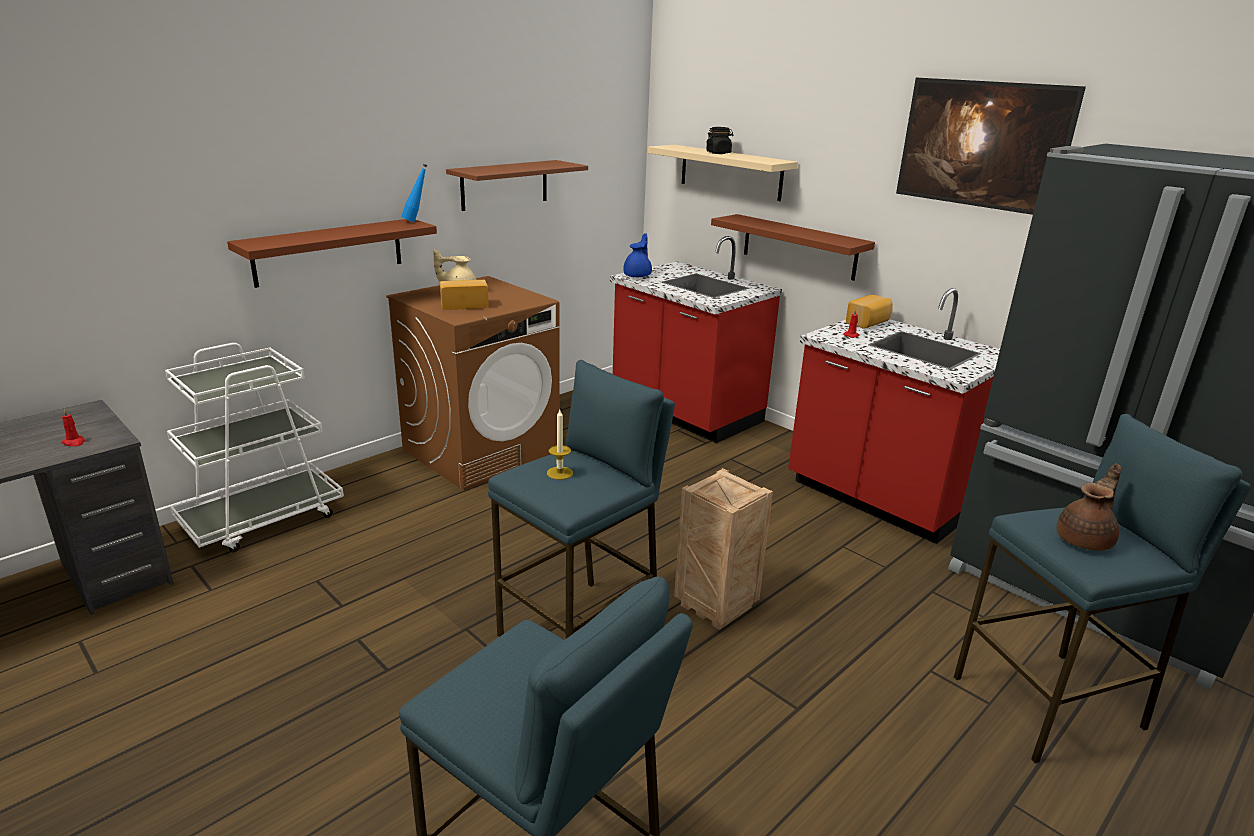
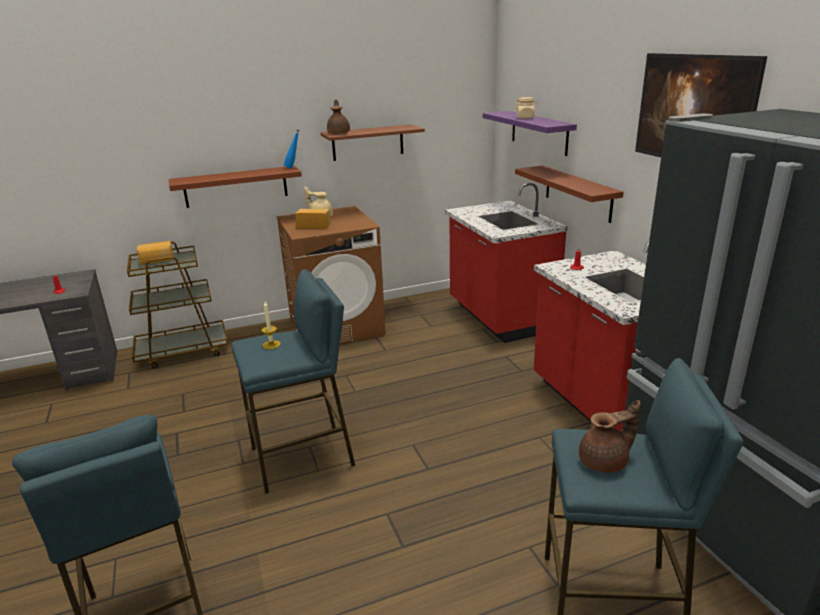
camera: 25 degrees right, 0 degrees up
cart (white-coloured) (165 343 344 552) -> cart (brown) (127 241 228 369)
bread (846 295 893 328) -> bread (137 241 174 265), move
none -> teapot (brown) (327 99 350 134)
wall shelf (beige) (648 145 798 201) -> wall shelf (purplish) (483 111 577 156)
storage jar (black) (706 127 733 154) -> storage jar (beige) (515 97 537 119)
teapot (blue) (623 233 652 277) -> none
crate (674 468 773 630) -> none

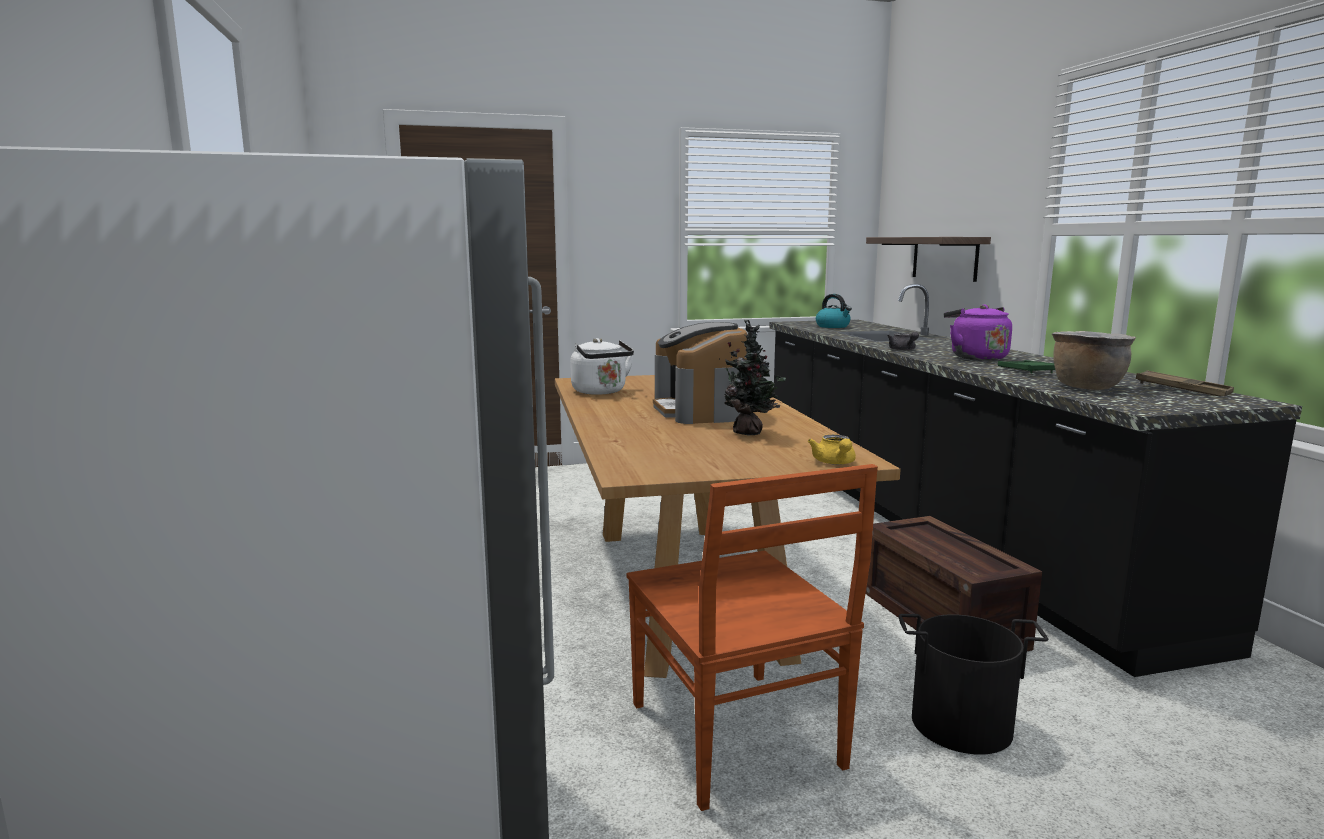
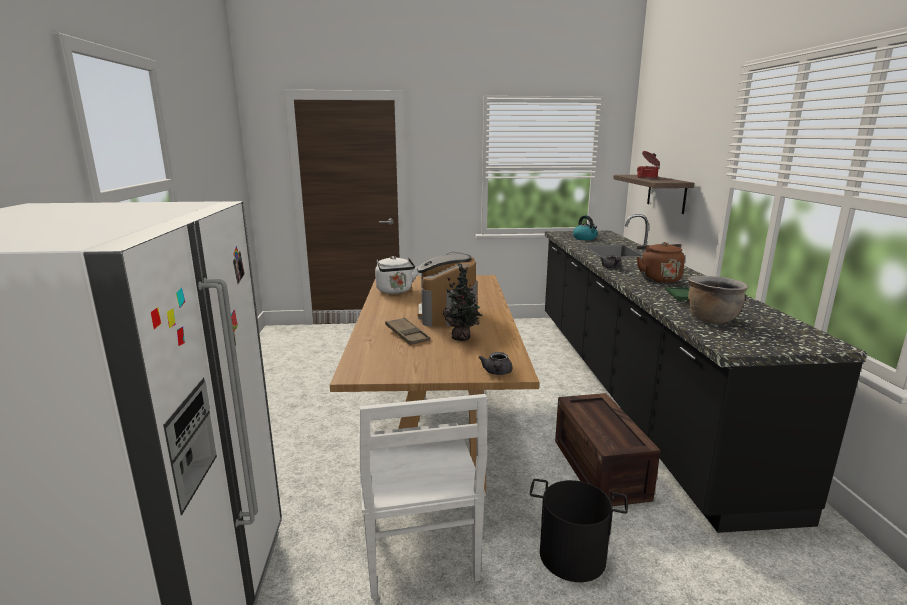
camera: 10 degrees right, 5 degrees up
chair (brown) (627 464 878 811) -> chair (white-coloured) (358 394 487 599)
tray (brown) (1136 370 1234 397) -> tray (brown) (385 317 430 345), move
teapot (yellowish) (808 434 856 465) -> teapot (greyish) (478 352 513 375)
none -> saucepot (637 151 660 179)
kettle (purplish) (944 304 1012 360) -> kettle (brown) (637 242 685 283)

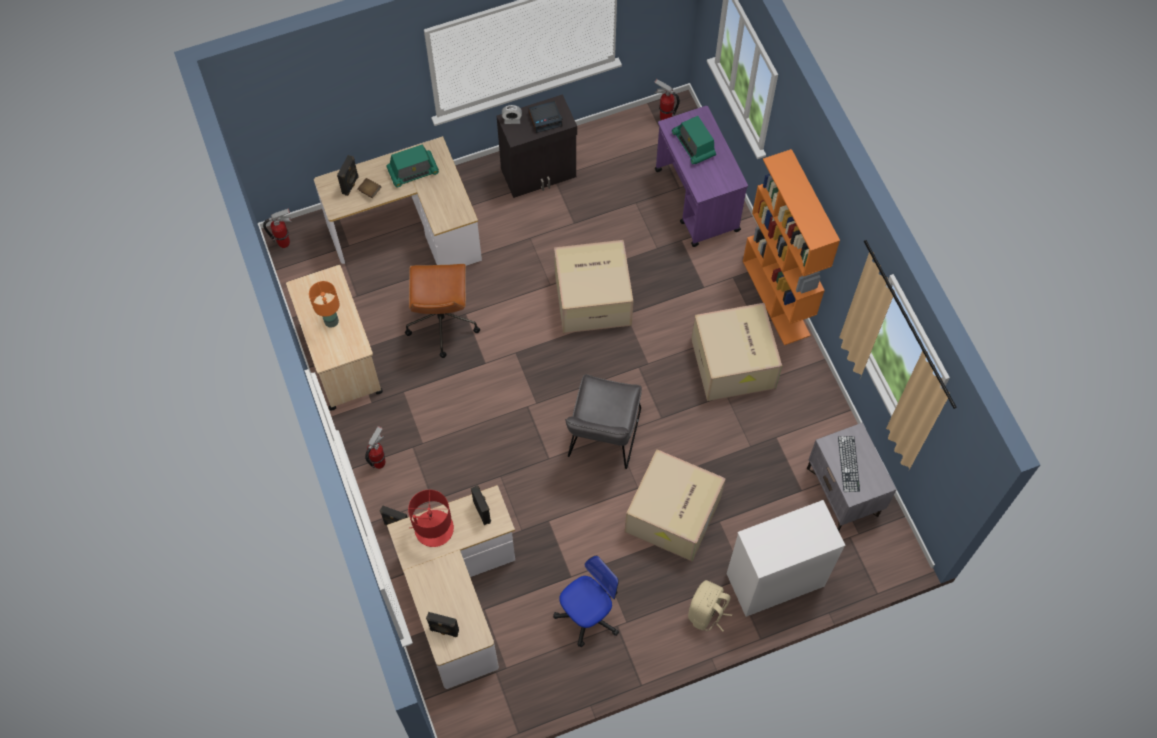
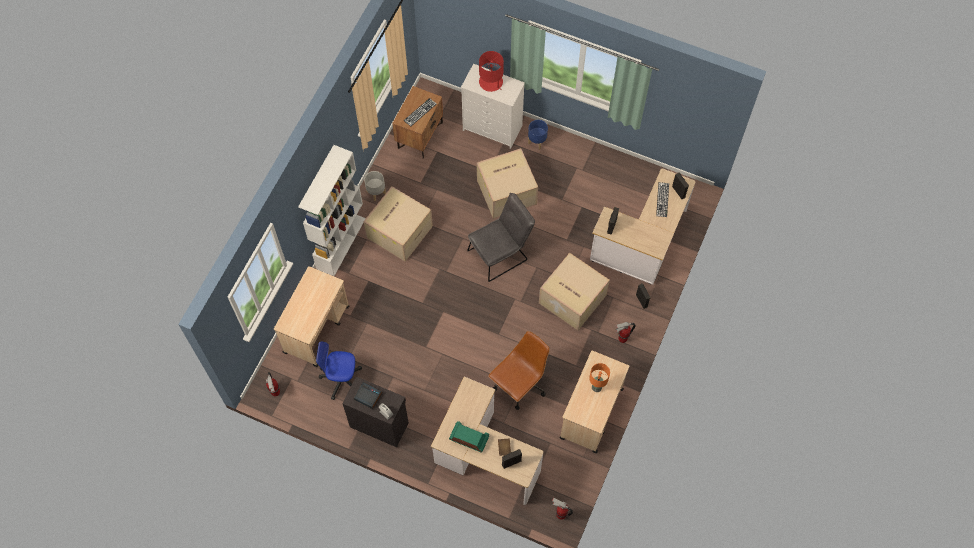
camera: 135 degrees left, 0 degrees up
cart (purplish) (655 106 748 247) -> cart (beige) (274 266 349 367)
bookcase (orange-coloured) (743 149 840 345) -> bookcase (white-coloured) (298 145 366 276)
office chair (553 556 619 647) -> office chair (316 341 362 400), move
none -> planter (greyish) (364 171 386 201)
nightstand (greyish) (807 423 897 531) -> nightstand (brown) (392 86 443 158)
lamp for a table (red) (408 490 454 547) -> lamp for a table (red) (479 51 504 92), move
rucksack (beige) (688 580 732 631) -> planter (blue) (528 120 548 150)
carton (554 240 633 333) -> carton (539 253 610 331), move
none -> computer keyboard (656 182 669 217)
radio receiver (672 116 716 164) -> none

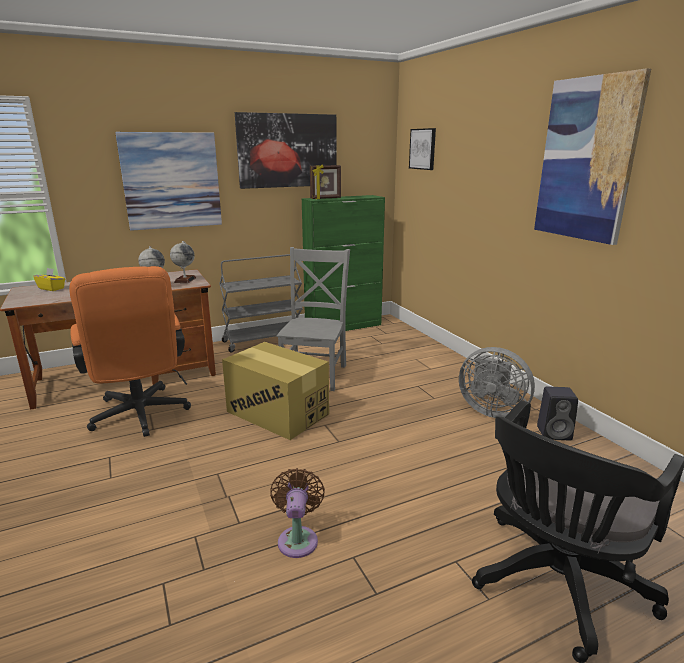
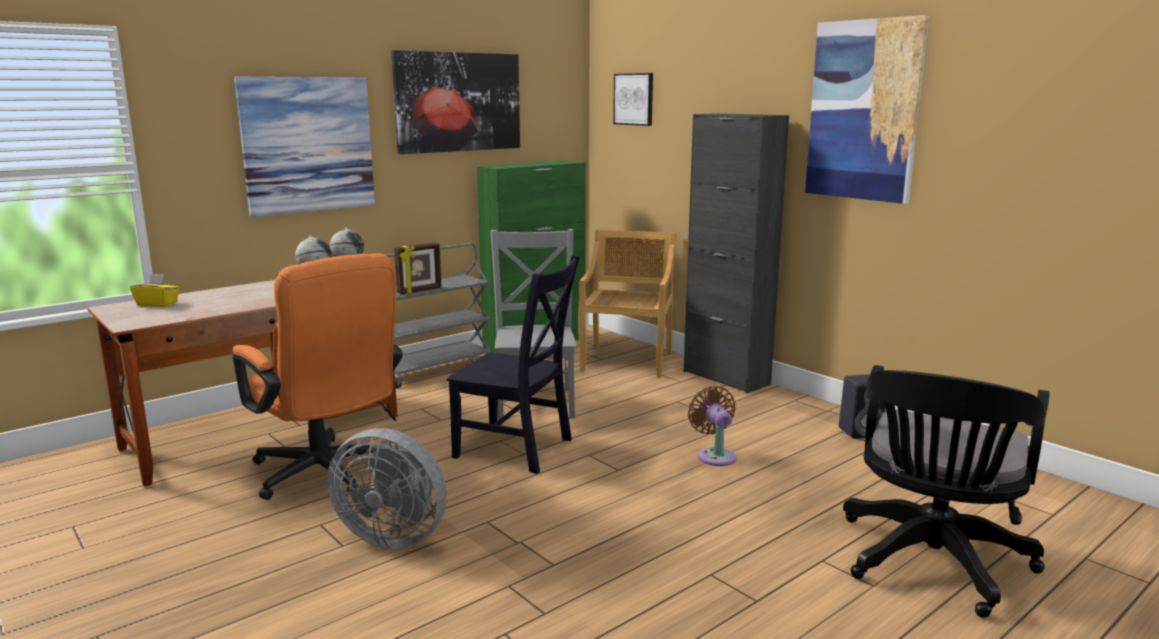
camera: 15 degrees left, 5 degrees down
fan (greyish) (459 347 535 418) -> fan (greyish) (327 428 446 549), move
standing frame (310 164 341 199) -> standing frame (394 242 442 294), move
carton (222 342 329 440) -> chair (black) (447 255 580 474)
none -> chair (beige) (578 229 676 378)
none -> storage cabinet (black) (684 113 789 393)
fan (brown) (270 468 325 558) -> fan (brown) (688 386 736 466), move

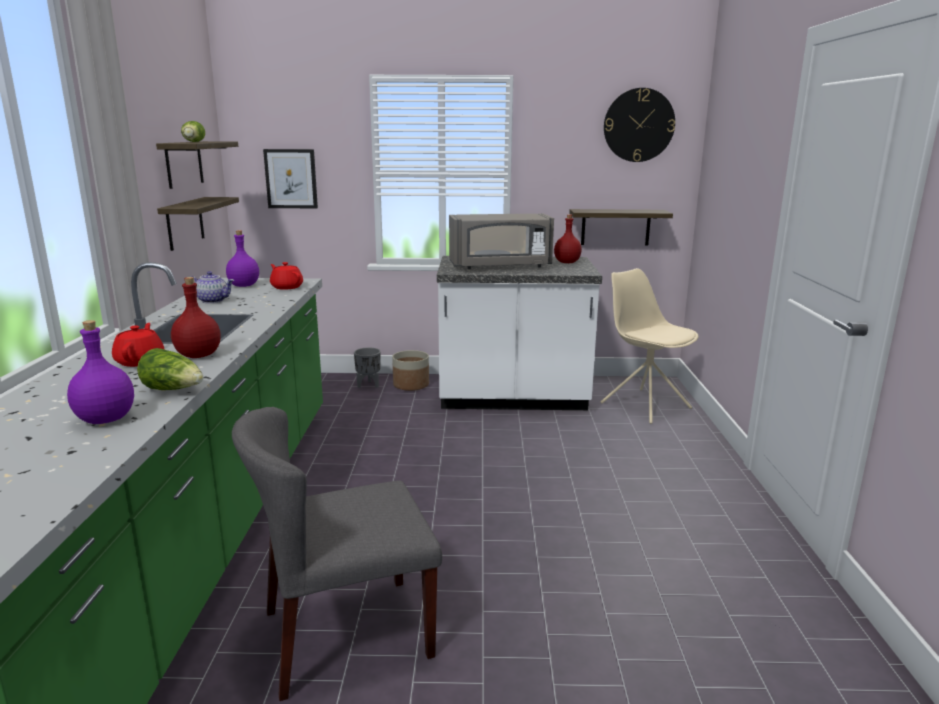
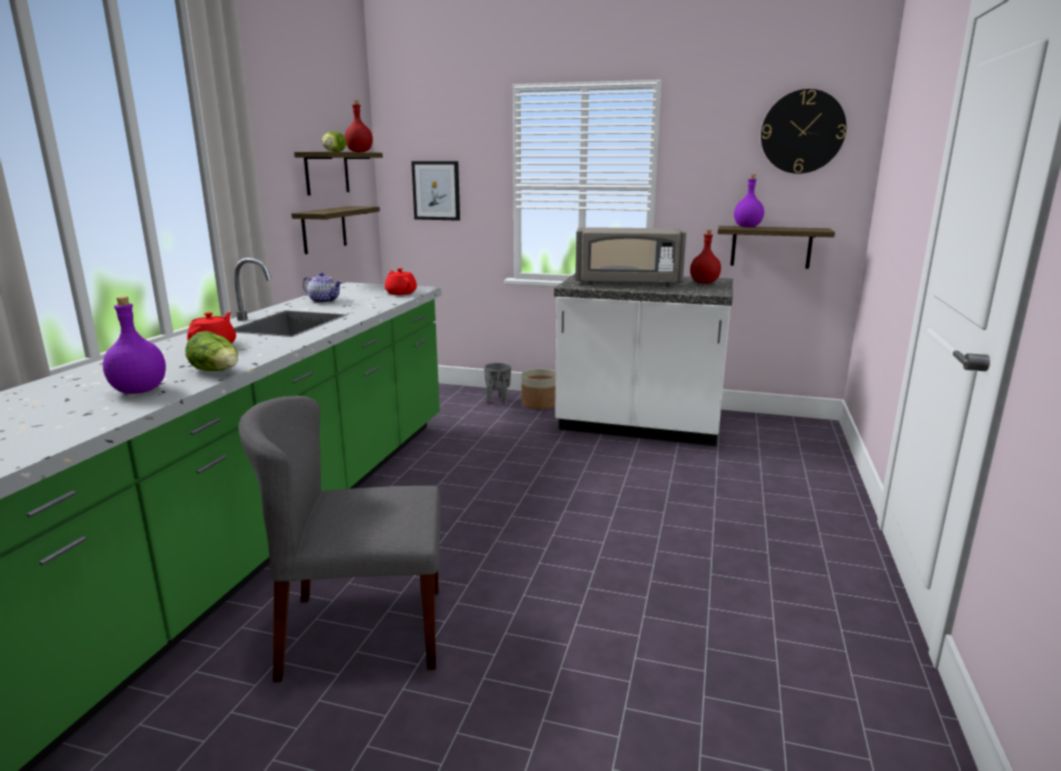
camera: 15 degrees right, 0 degrees up
bottle (red) (171 277 221 358) -> bottle (red) (345 100 373 152), move
bottle (purplish) (226 230 259 287) -> bottle (purplish) (734 175 764 227), move
chair (beige) (601 268 698 424) -> none

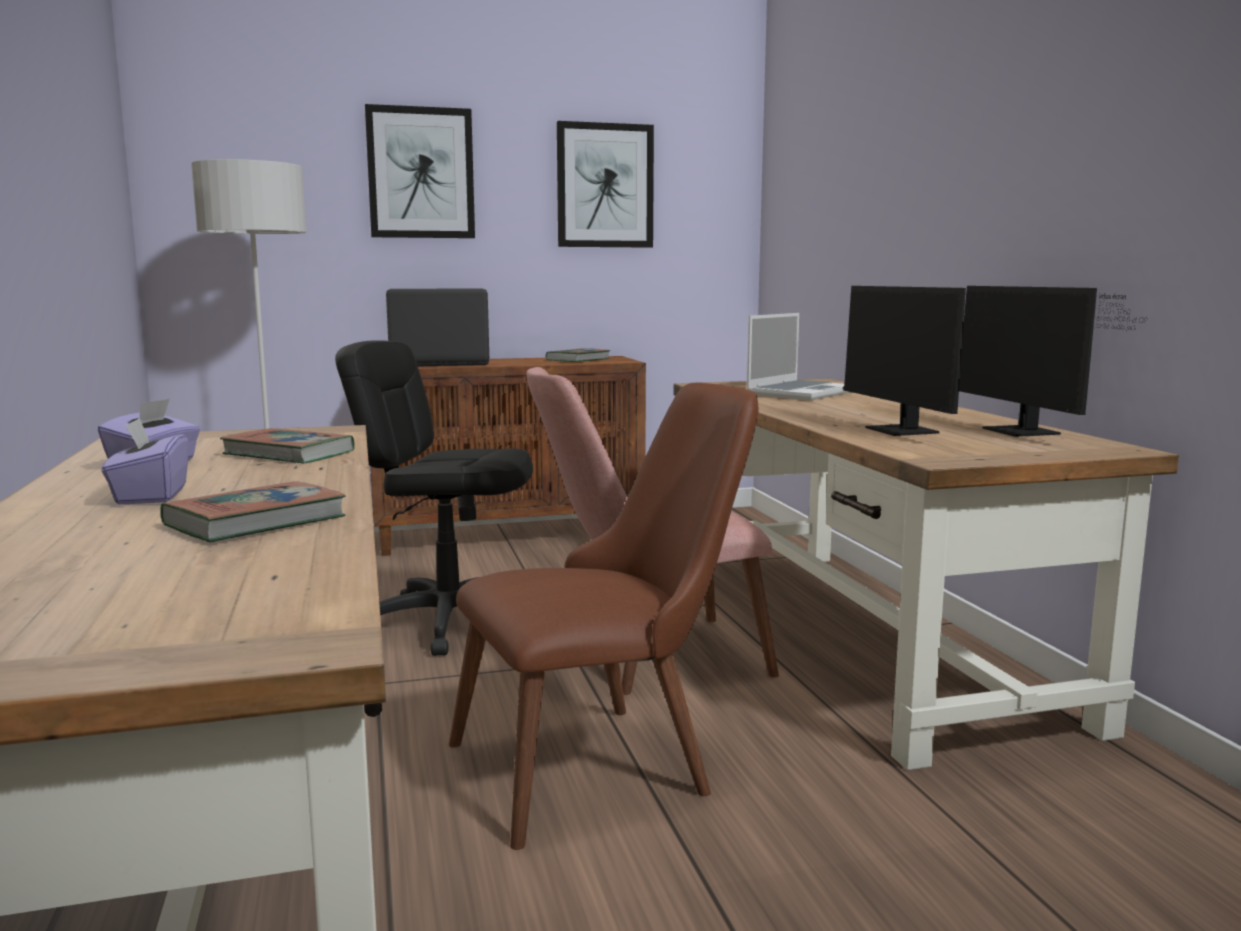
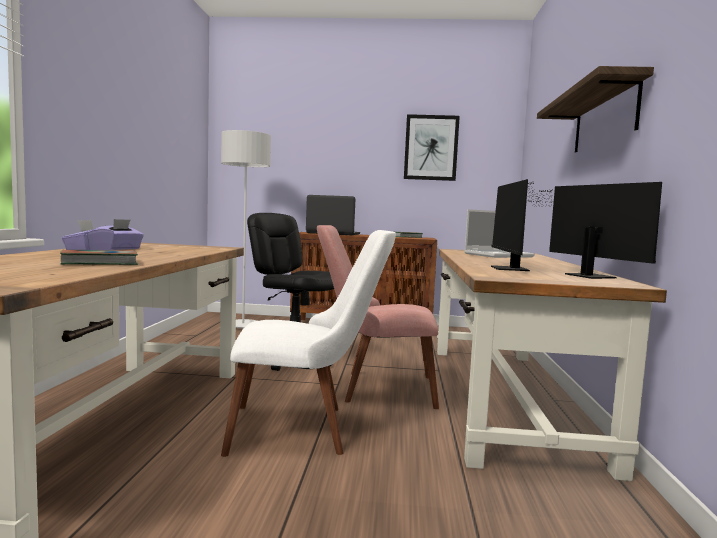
camera: 20 degrees right, 5 degrees down
chair (brown) (449 382 758 850) -> chair (white-coloured) (221 230 396 457)
computer screen (959 286 1147 437) -> computer screen (529 182 662 279), 150 degrees clockwise
none -> wall shelf (537 66 654 152)
bound book (220 428 355 464) -> none
wall picture (365 104 475 238) -> none

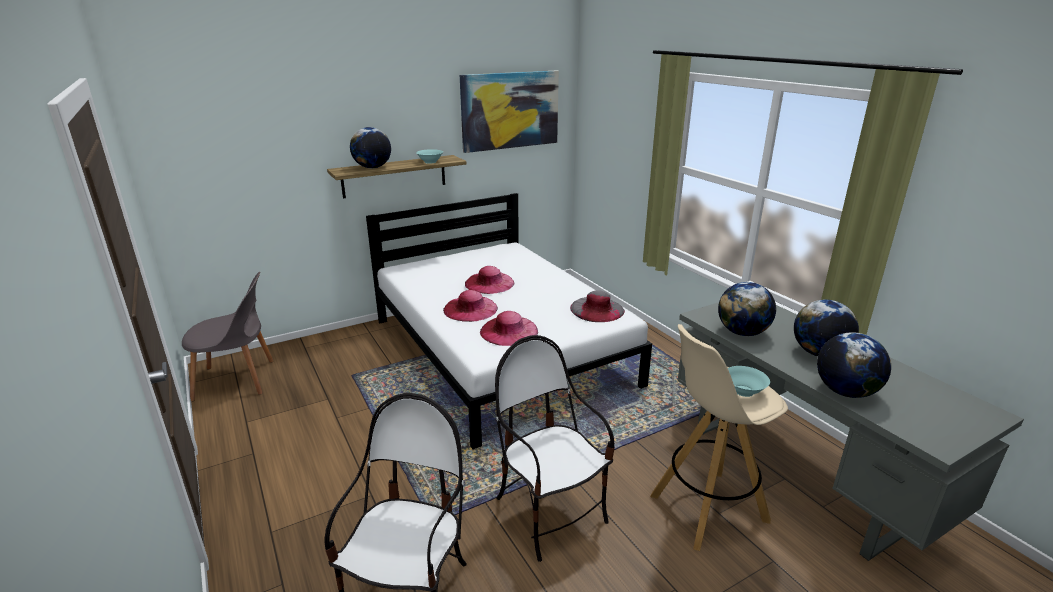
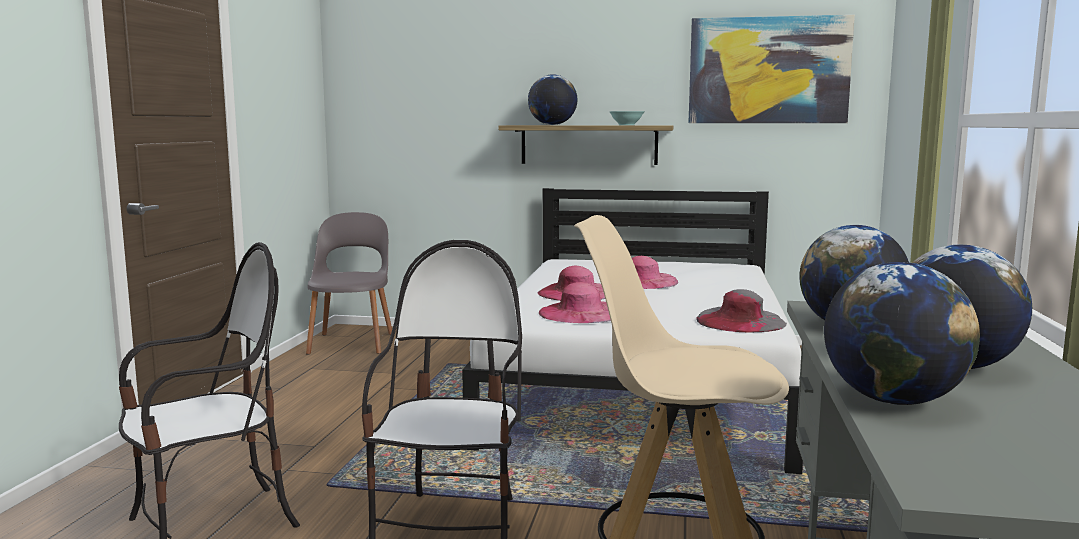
camera: 40 degrees right, 15 degrees down
chair (greyish) (182 272 274 402) -> chair (greyish) (306 212 392 355), 120 degrees counterclockwise
bowl (turquoise-coloured) (728 366 770 397) -> none

